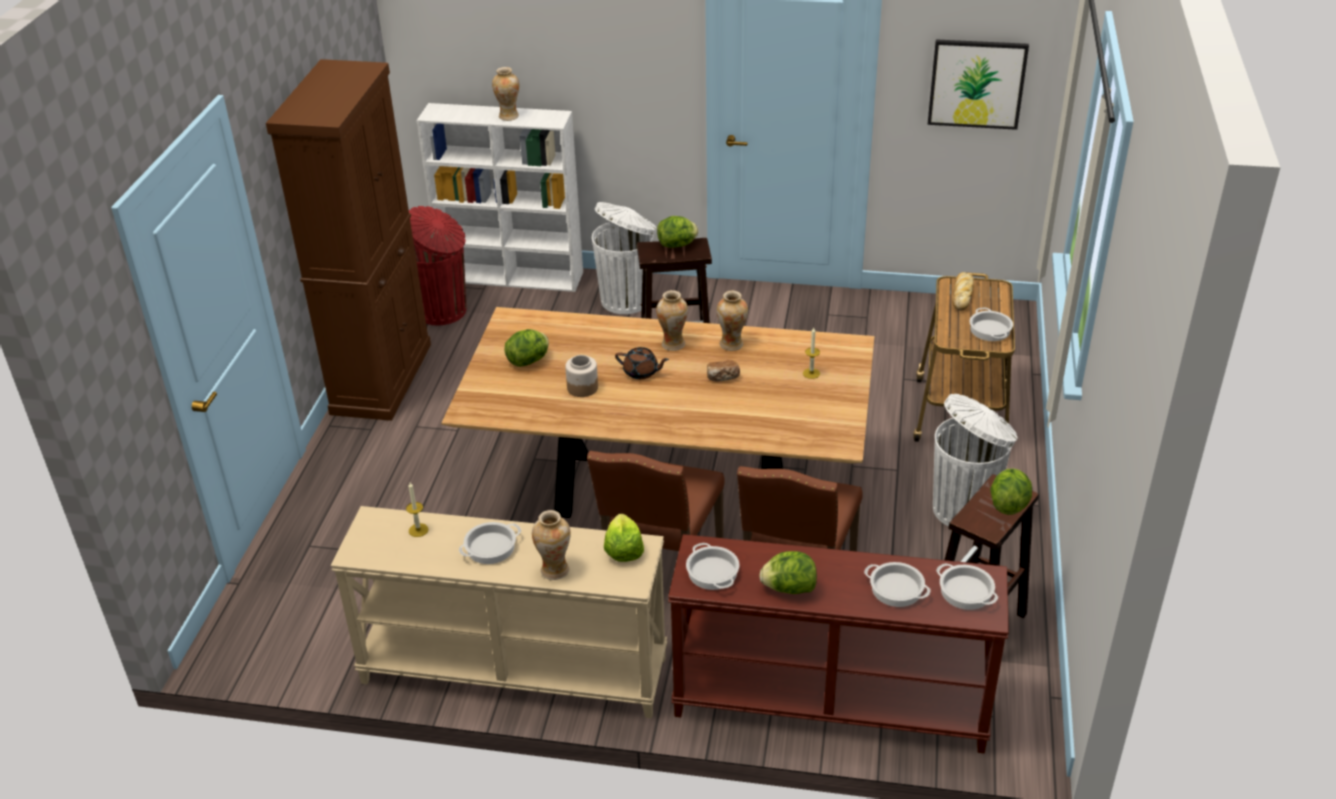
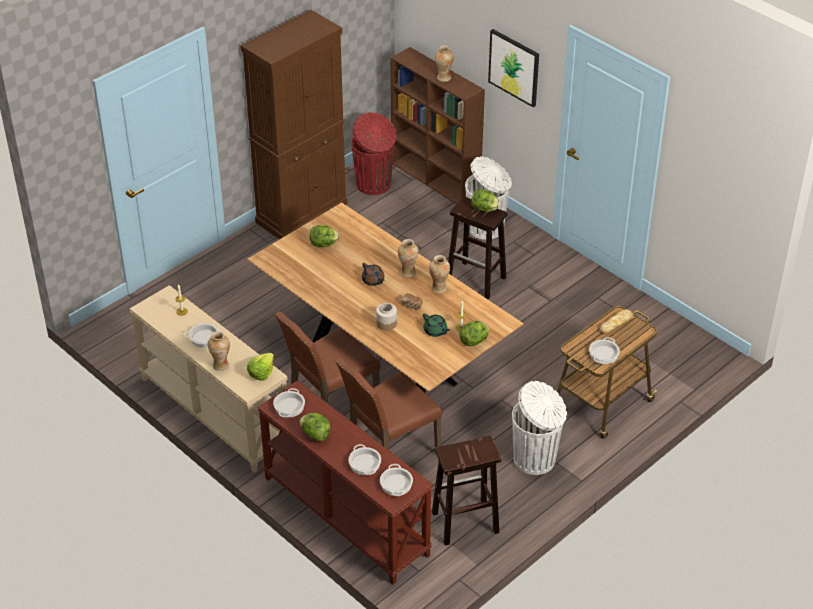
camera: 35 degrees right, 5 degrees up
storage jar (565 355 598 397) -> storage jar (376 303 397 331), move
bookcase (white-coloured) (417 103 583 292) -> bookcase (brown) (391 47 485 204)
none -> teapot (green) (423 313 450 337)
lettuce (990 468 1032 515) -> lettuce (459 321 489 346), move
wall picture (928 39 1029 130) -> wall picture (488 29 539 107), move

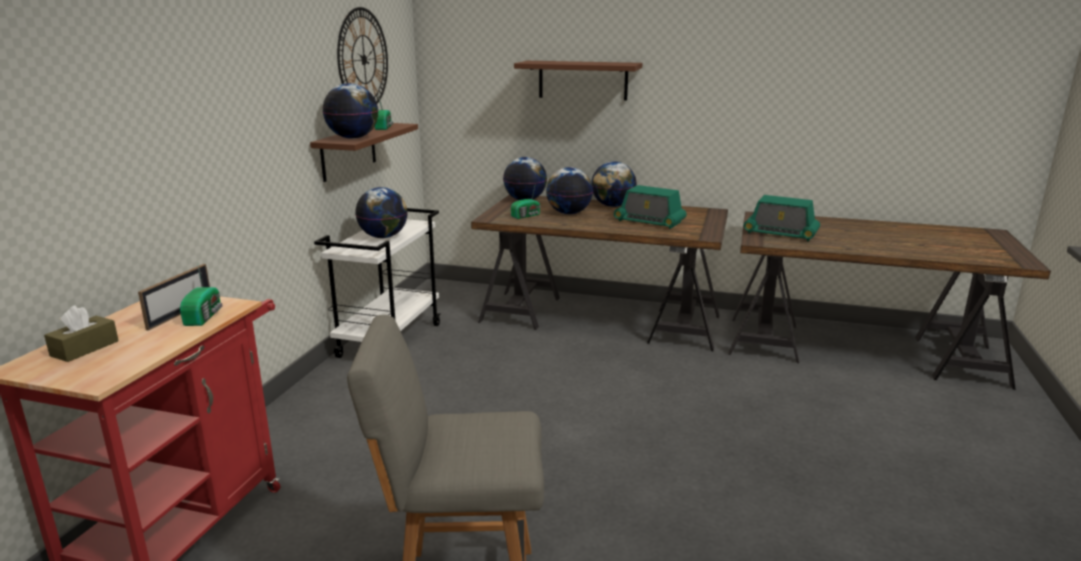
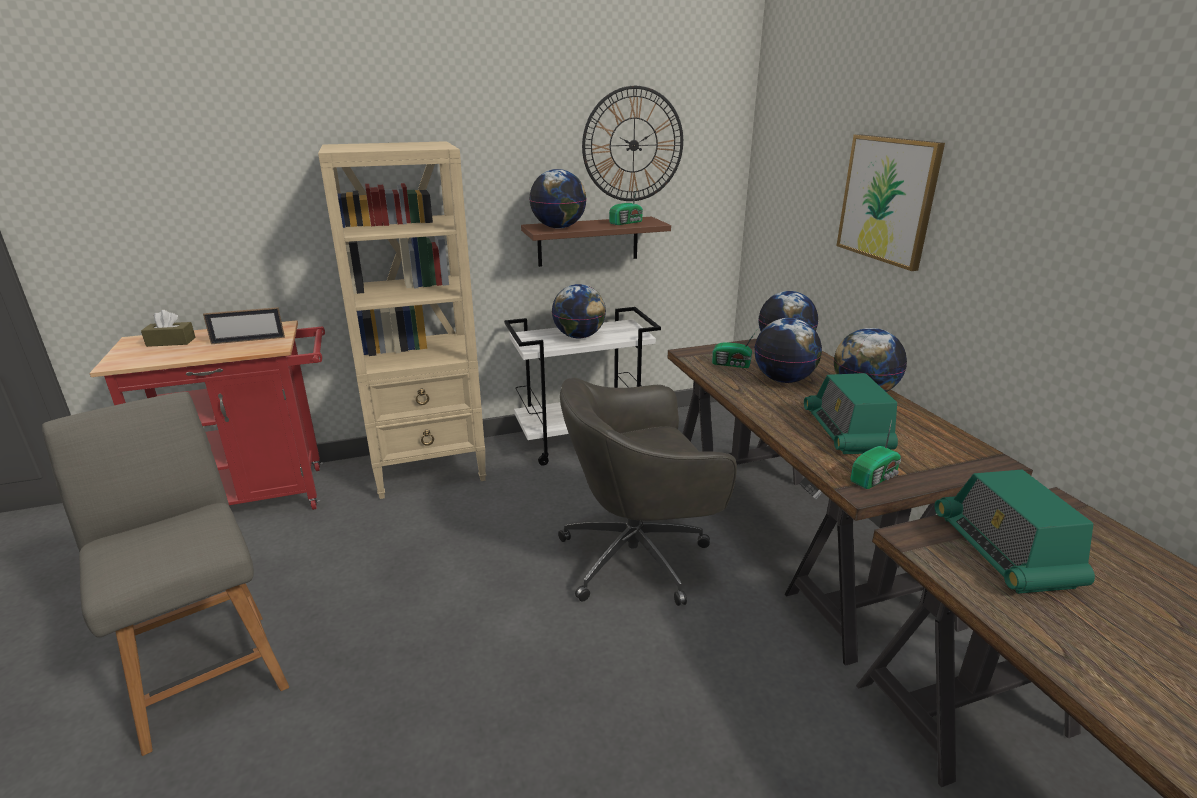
camera: 55 degrees right, 5 degrees up
none -> bookcase (beige) (318 141 486 499)
none -> office chair (greyish) (558 377 737 606)
wall shelf (brown) (514 61 642 101) -> wall picture (837 134 945 271)
radio receiver (180 262 222 326) -> radio receiver (850 420 901 489), move

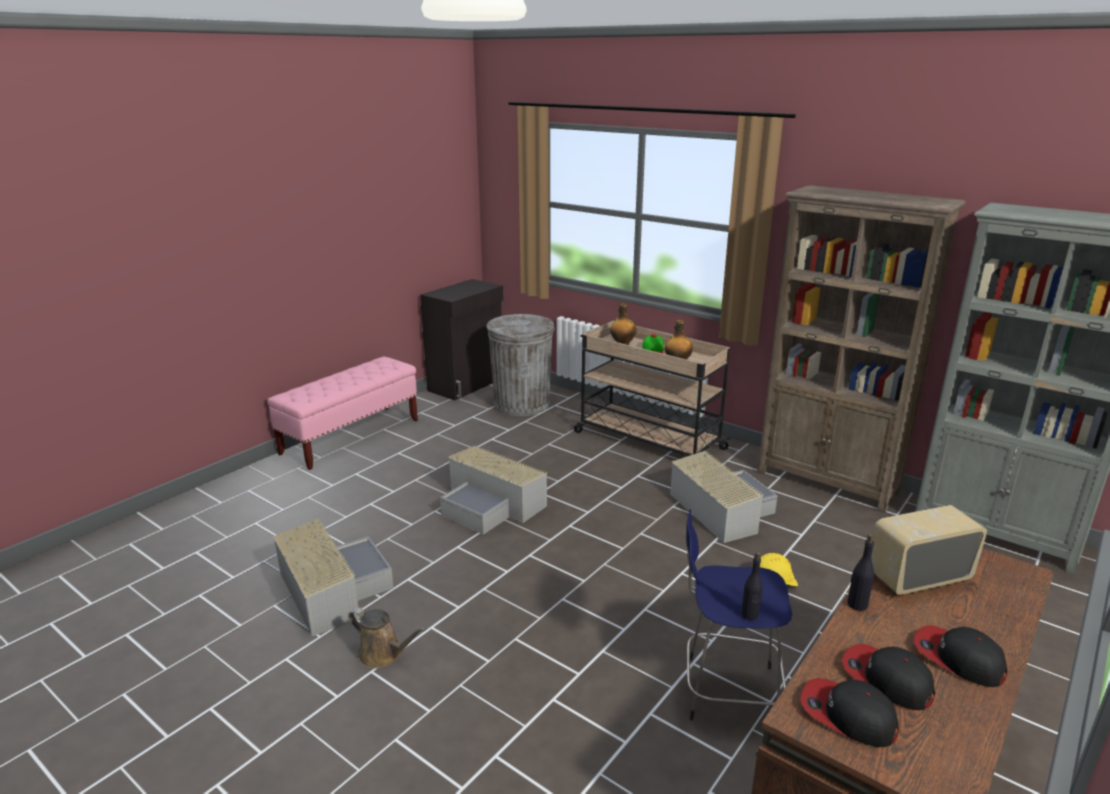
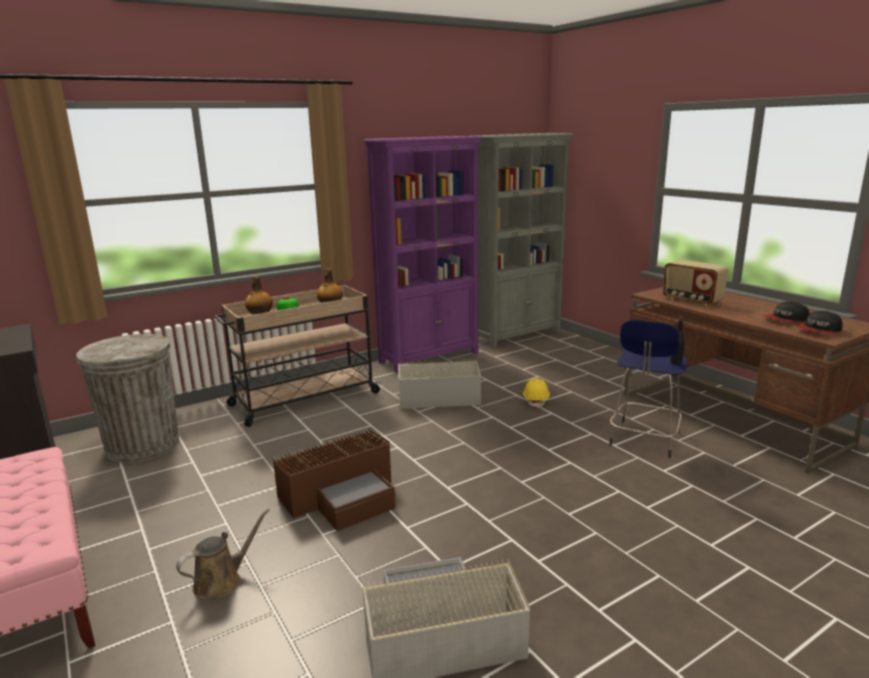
camera: 70 degrees left, 5 degrees down
watering pot (brown) (348 607 426 669) -> watering pot (brown) (176 509 270 599), move
storage bin (greyish) (440 446 547 535) -> storage bin (brown) (273 430 396 531)
bookcase (brown) (757 185 966 513) -> bookcase (purplish) (364 136 482 373)
radio receiver (871 505 987 595) -> radio receiver (663 260 729 306), 45 degrees counterclockwise
bottle (black) (847 534 874 611) -> none
peaked cap (914 625 1007 687) -> none

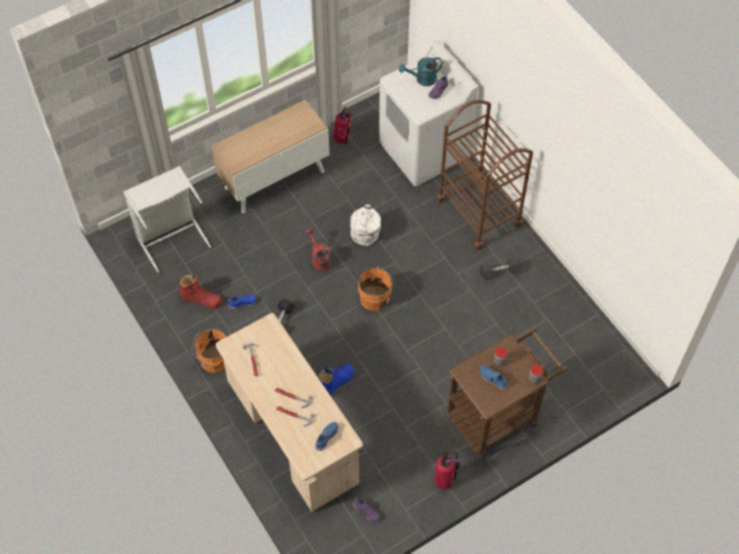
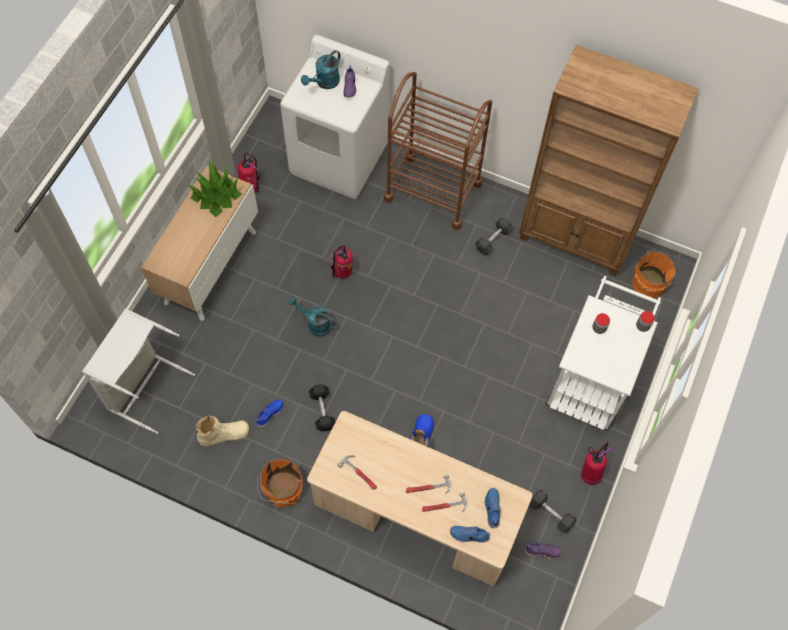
camera: 35 degrees left, 5 degrees up
none -> houseplant (188 159 242 217)
tall boot (red) (179 274 222 309) -> tall boot (beige) (196 416 249 447)
watering pot (red) (306 228 331 271) -> watering pot (turquoise-coloured) (289 297 335 337)
water bucket (white-coloured) (350 204 381 246) -> fire-fighting cylinder (328 245 353 278)
low shoe (blue) (480 365 507 390) -> low shoe (blue) (450 526 490 543), move
none -> bookcase (brown) (519 45 699 276)
none -> hand weight (greyish) (529 490 576 534)
cart (brown) (447 328 568 458) -> cart (white-coloured) (546 276 661 431)
water bucket (orange-coloured) (358 267 393 311) -> water bucket (orange-coloured) (632 251 677 299), move

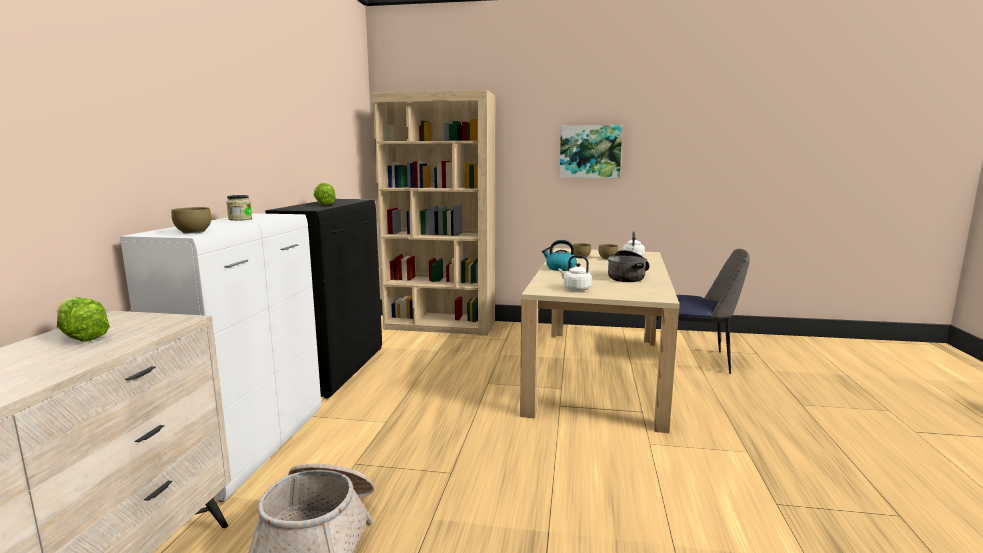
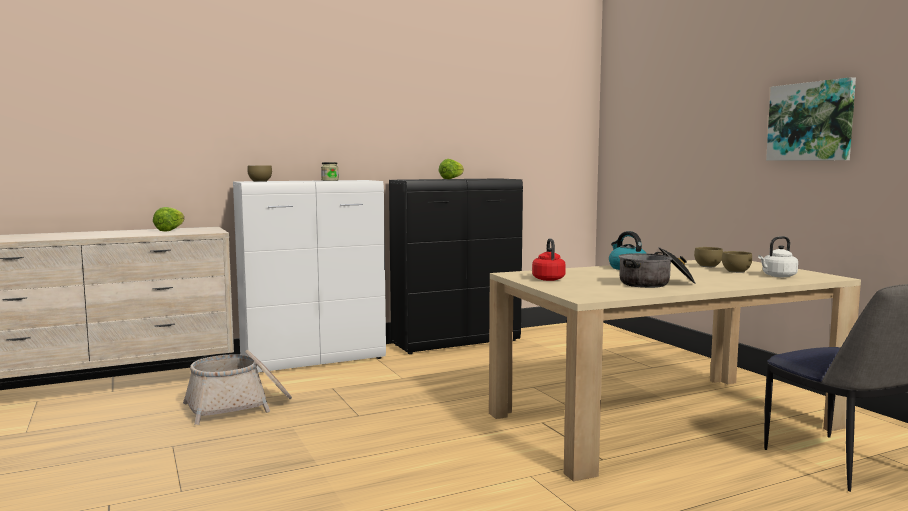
camera: 55 degrees right, 5 degrees down
kettle (white-coloured) (559 255 592 291) -> kettle (red) (532 238 566 281)
bookcase (beige) (372 90 495 336) -> none

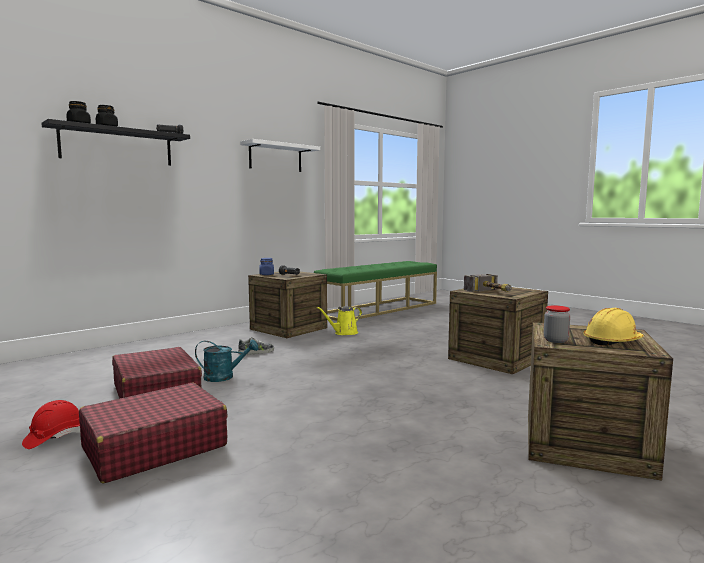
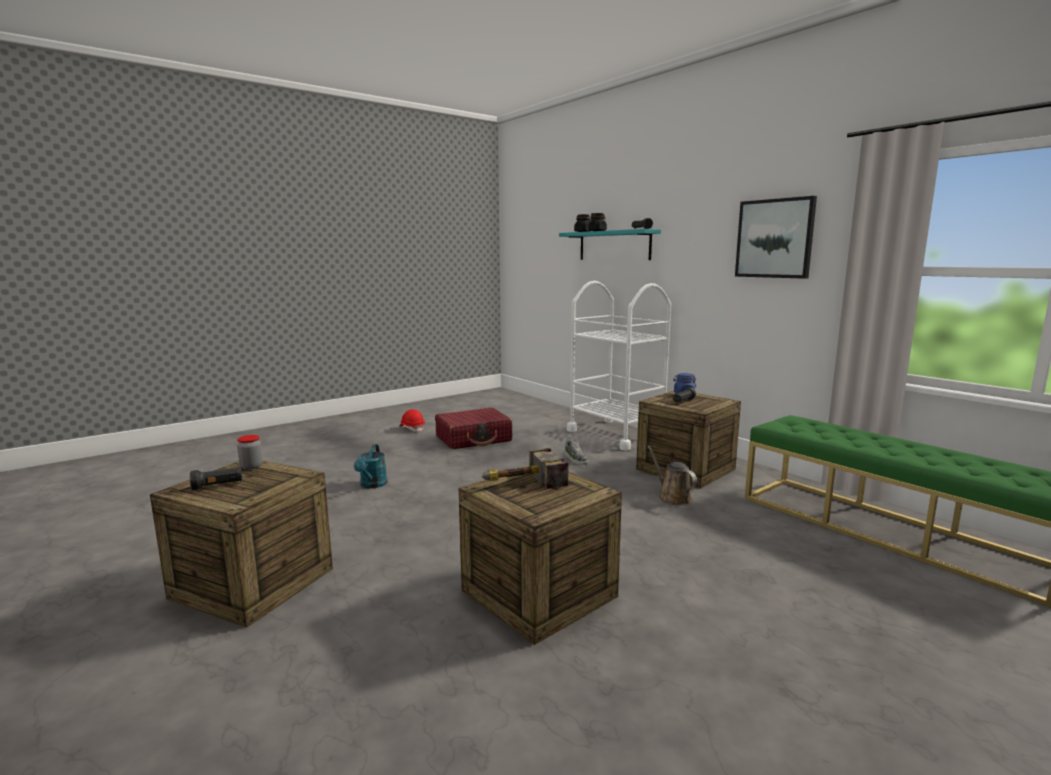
camera: 95 degrees right, 5 degrees up
safety helmet (yellowish) (584 308 644 346) -> torch (black) (190 467 242 490)
watering pot (turquoise-coloured) (195 340 258 382) -> watering pot (turquoise-coloured) (354 444 387 488), move
wall shelf (black) (41 119 190 166) -> wall shelf (turquoise-coloured) (559 229 661 260)
none -> cart (white-coloured) (567 281 671 451)
watering pot (yellowish) (316 306 362 335) -> watering pot (brown) (647 445 697 506)
wall shelf (white-coloured) (240 139 321 172) -> wall picture (735 196 817 279)
suitcase (red) (79 383 228 484) -> none

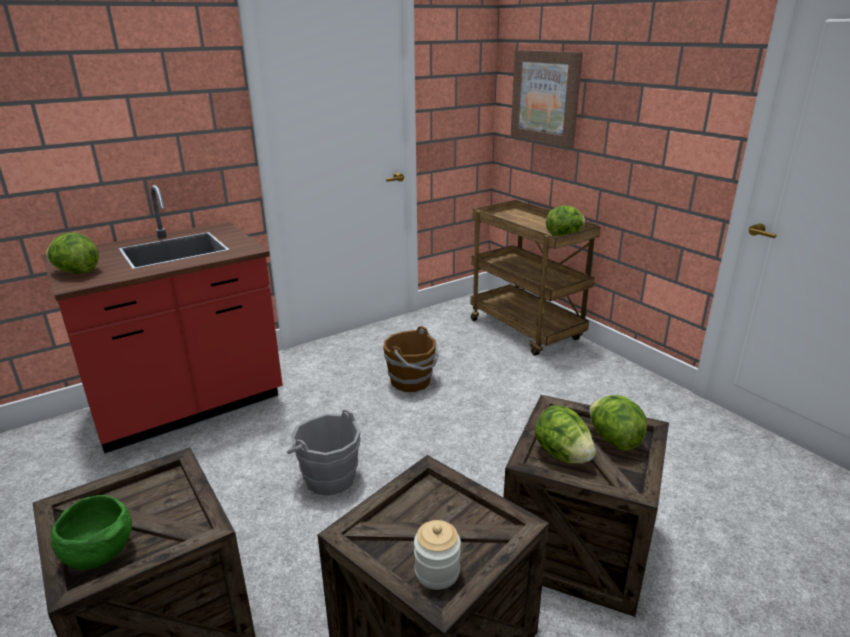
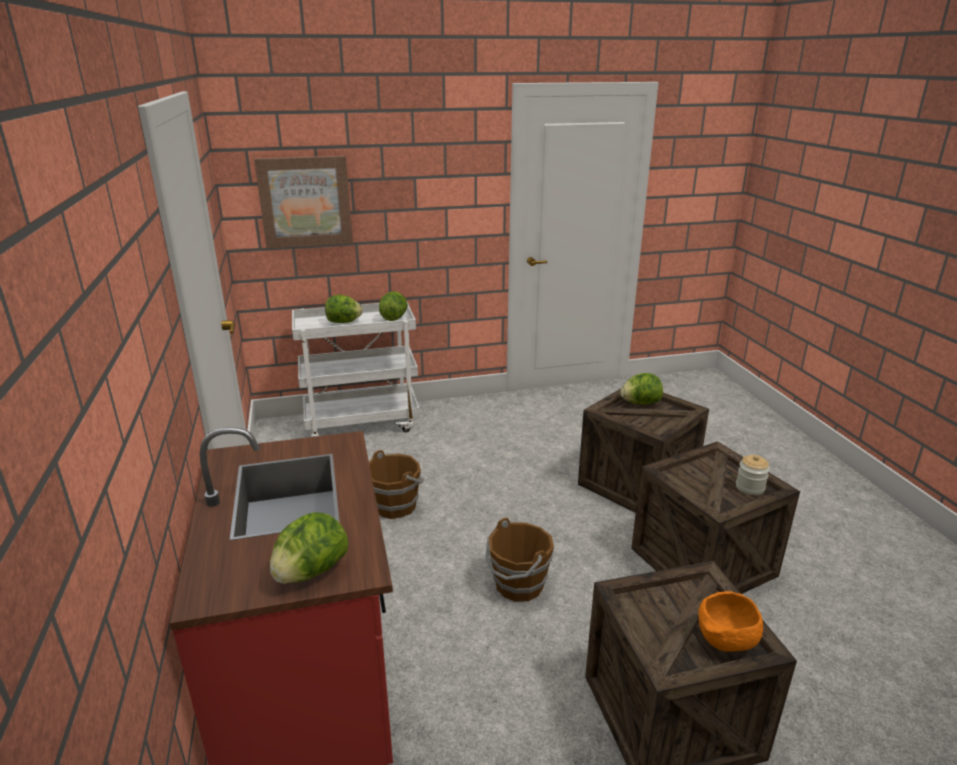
camera: 70 degrees left, 0 degrees up
cart (brown) (471 200 601 356) -> cart (white-coloured) (292 302 420 437)
lettuce (535 405 596 464) -> lettuce (325 295 363 323), move
water bucket (greyish) (287 409 361 495) -> water bucket (brown) (485 517 554 602)
bowl (green) (51 495 132 570) -> bowl (orange-coloured) (698 591 763 652)

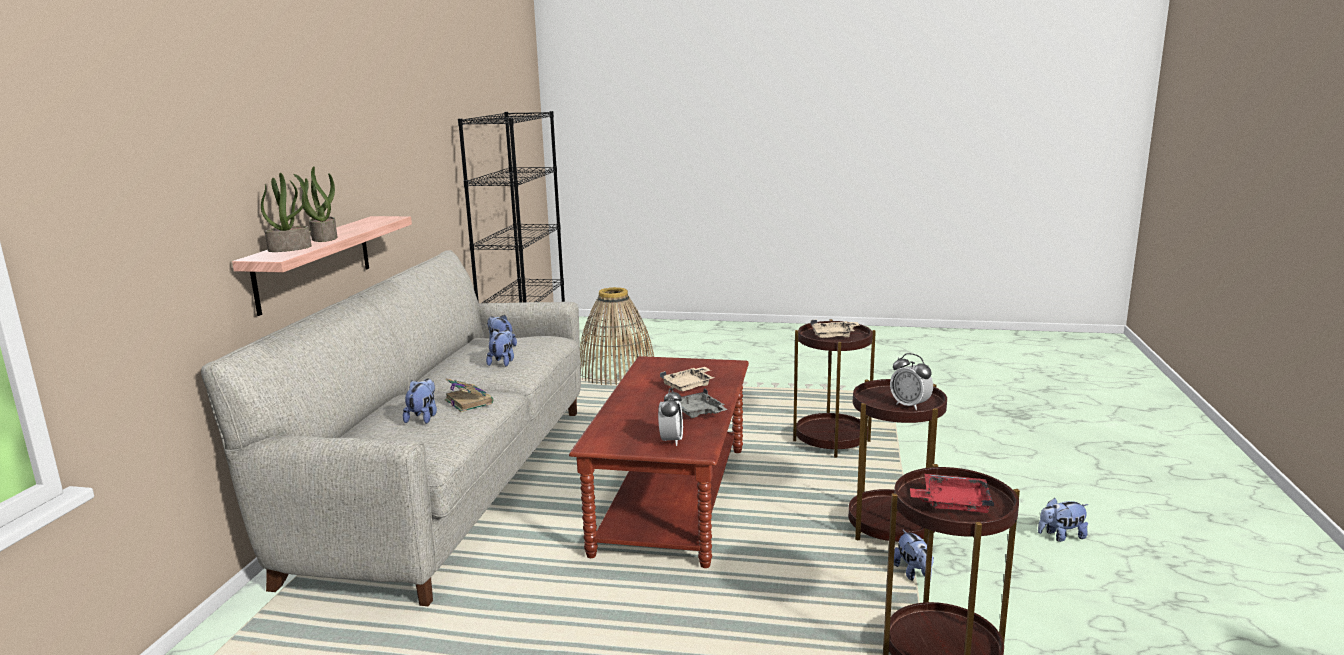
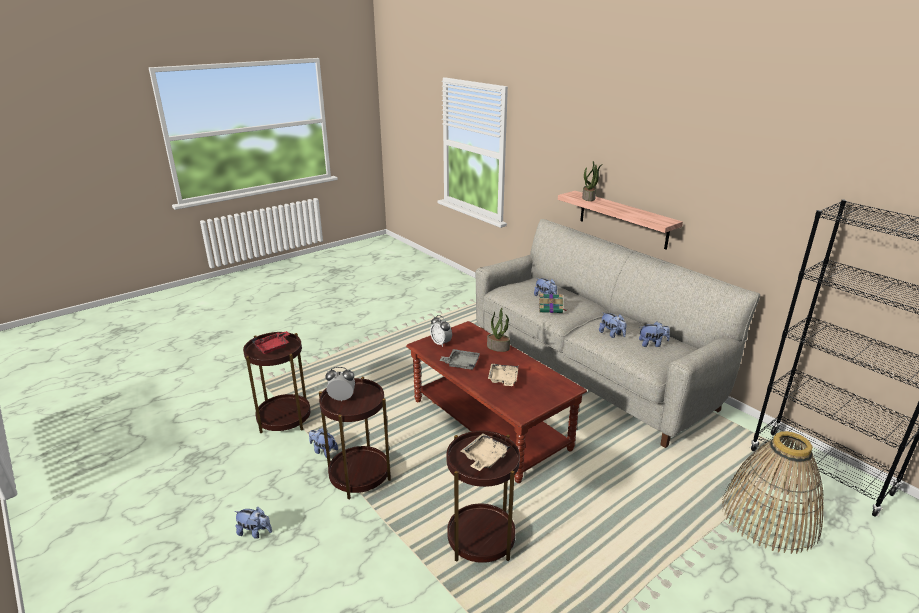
camera: 130 degrees right, 10 degrees up
plush toy (1038 497 1089 542) -> plush toy (234 507 272 539), 75 degrees clockwise
houseplant (293 166 338 242) -> houseplant (487 308 510 352), move

